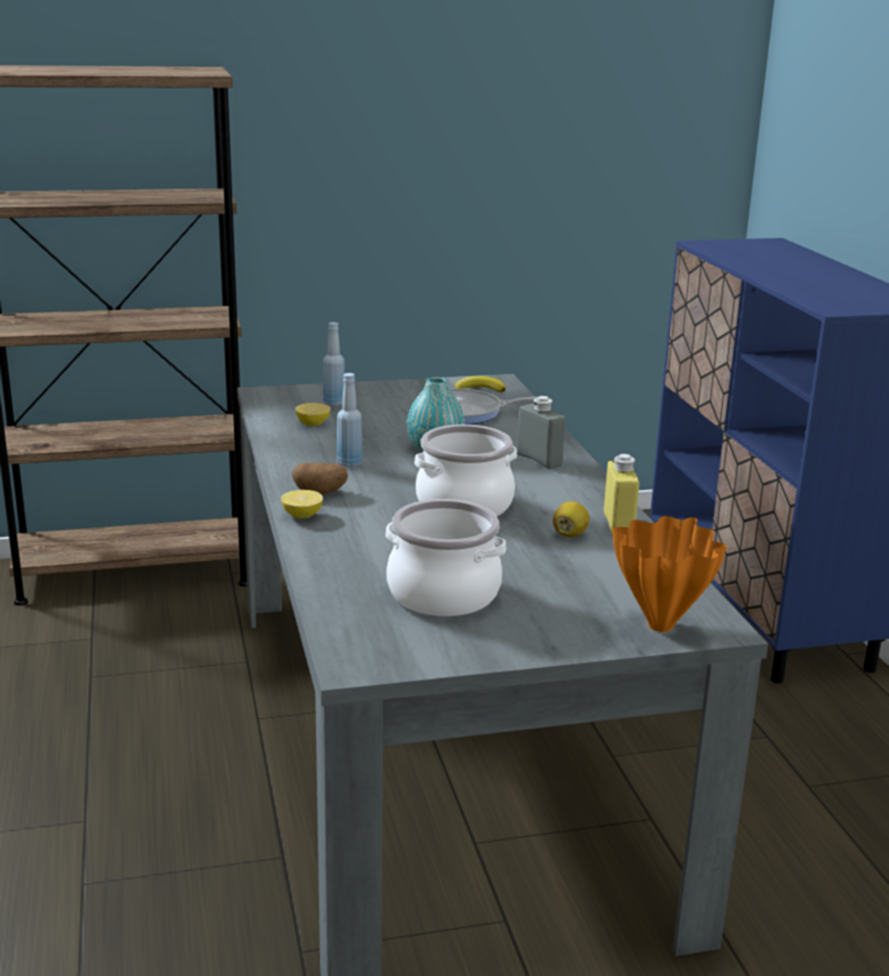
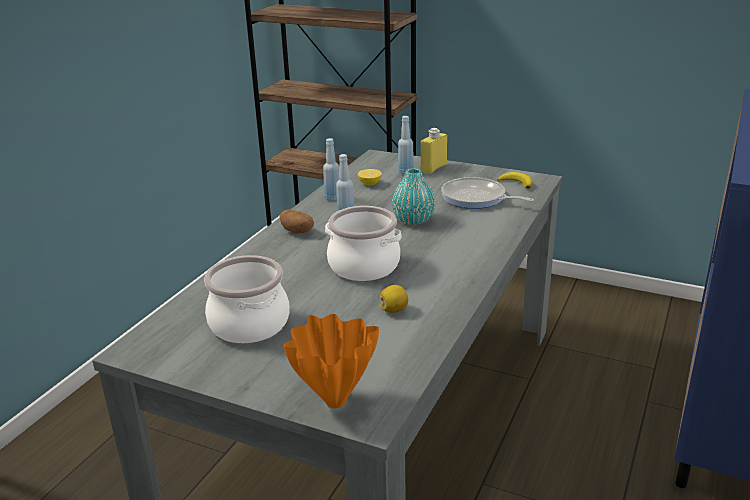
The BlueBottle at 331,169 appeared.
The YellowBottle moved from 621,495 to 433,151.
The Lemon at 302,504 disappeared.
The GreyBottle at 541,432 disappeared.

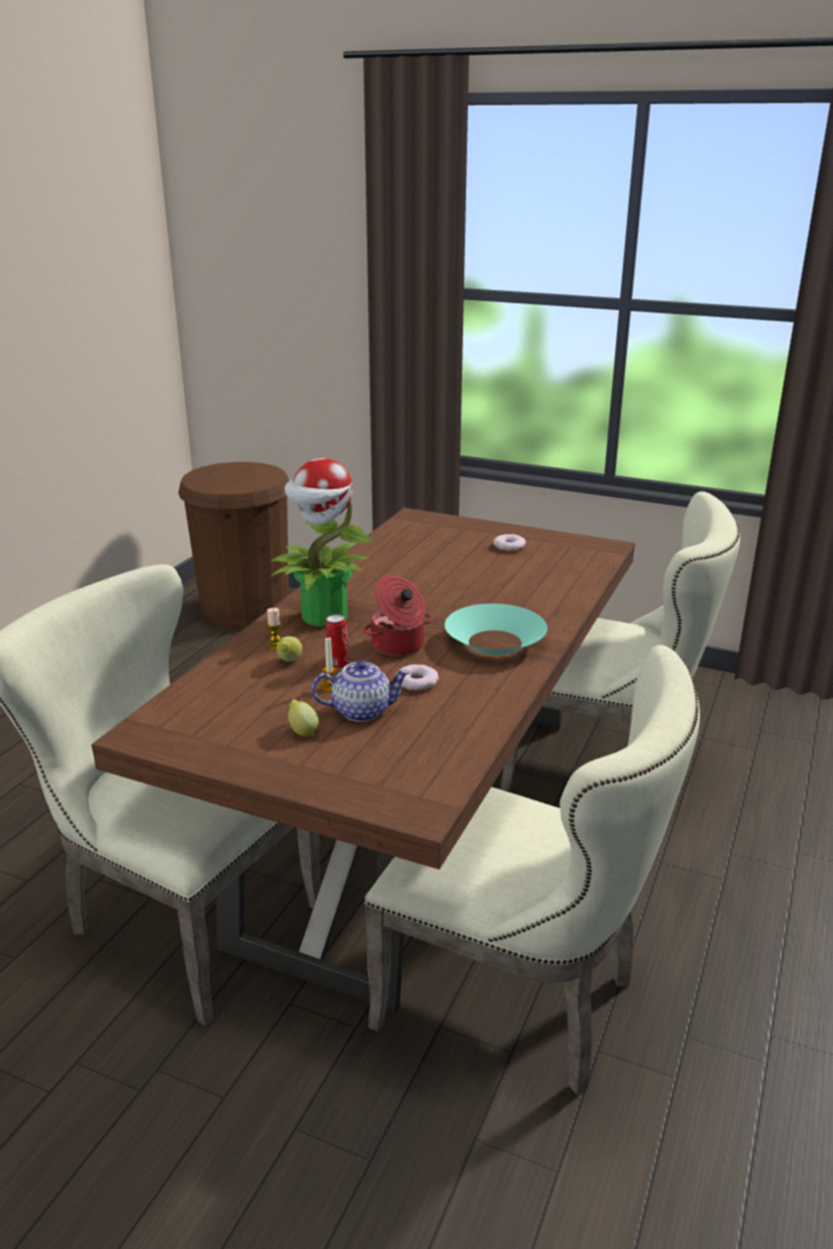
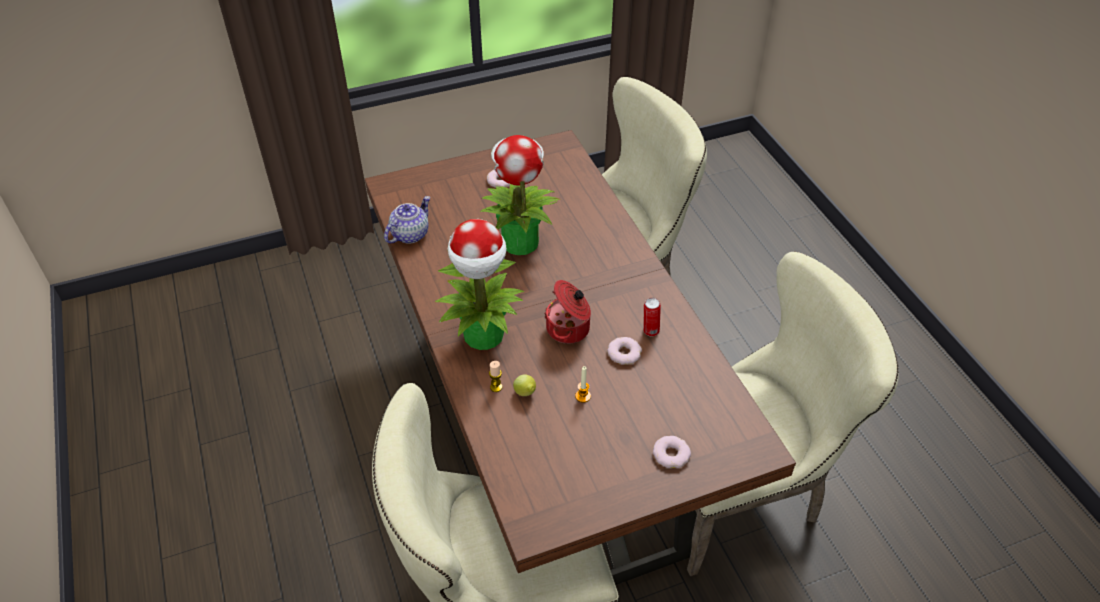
The TeaPot moved from 360,691 to 407,220.
The PottedPlant at 520,195 appeared.
The MetalCan moved from 337,642 to 652,317.
The Donut at 672,452 appeared.
The BrownishWasteBin at 233,546 disappeared.
The Lemon at 303,717 disappeared.
The TurquoiseColouredBowl at 496,629 disappeared.

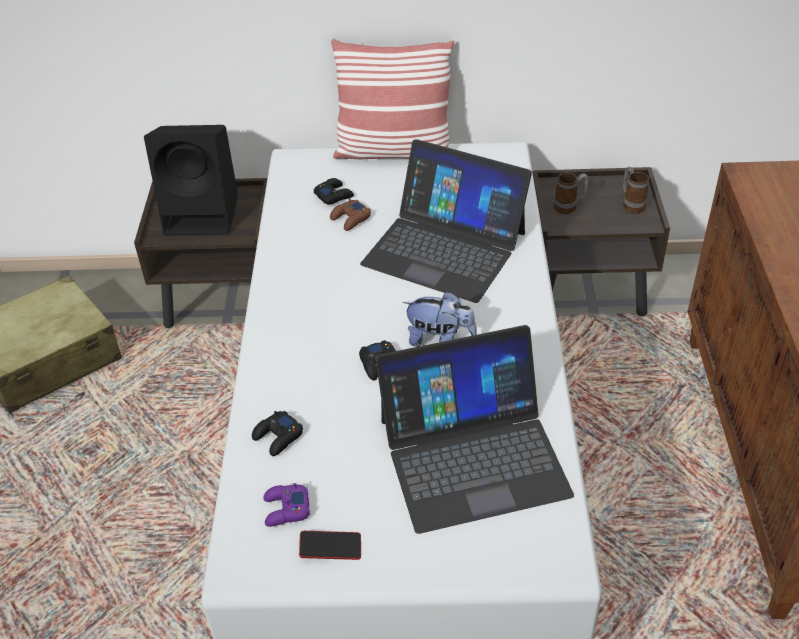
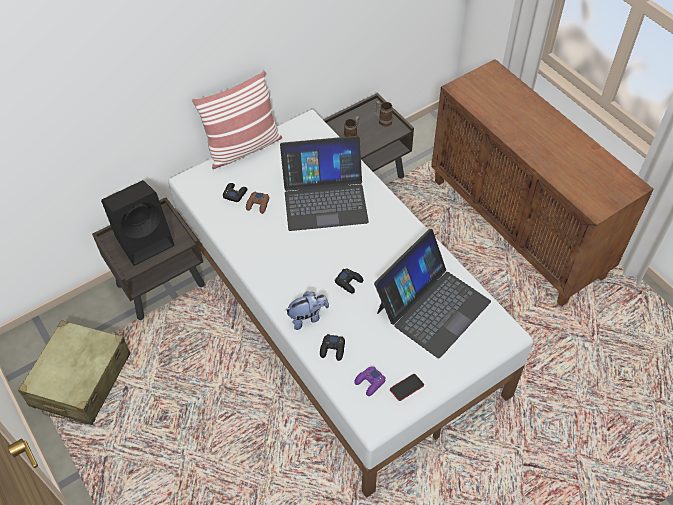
The PlushToy moved from 440,319 to 306,310.

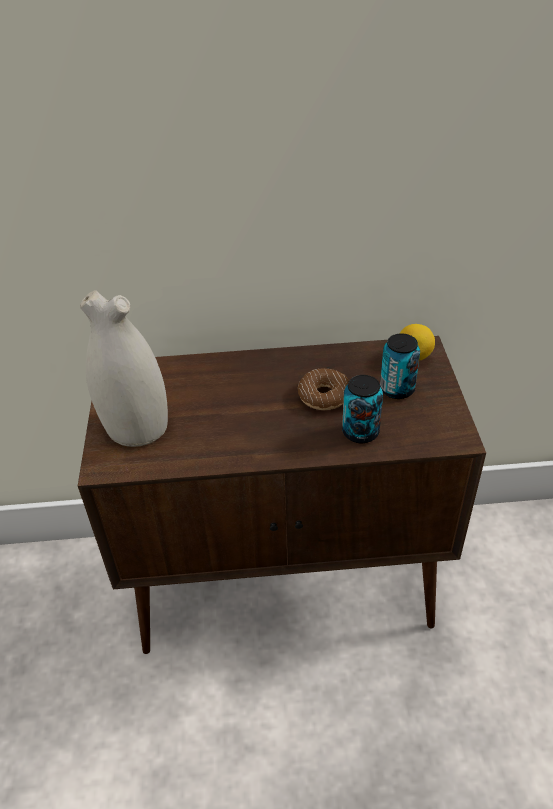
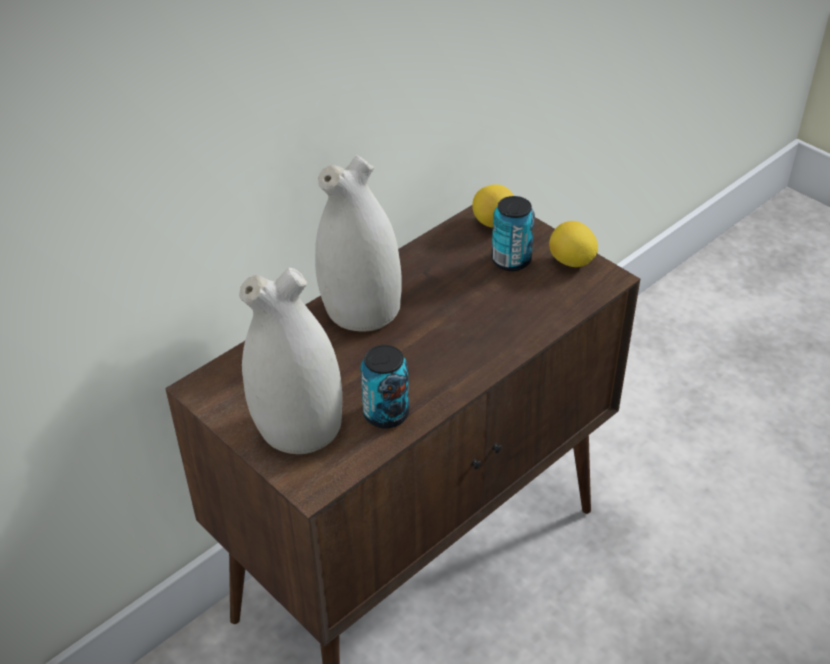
The WhiteColouredDecorativeVase at 358,243 appeared.
The MetalCan moved from 362,409 to 384,387.
The Lemon at 573,244 appeared.
The Donut at 323,389 disappeared.

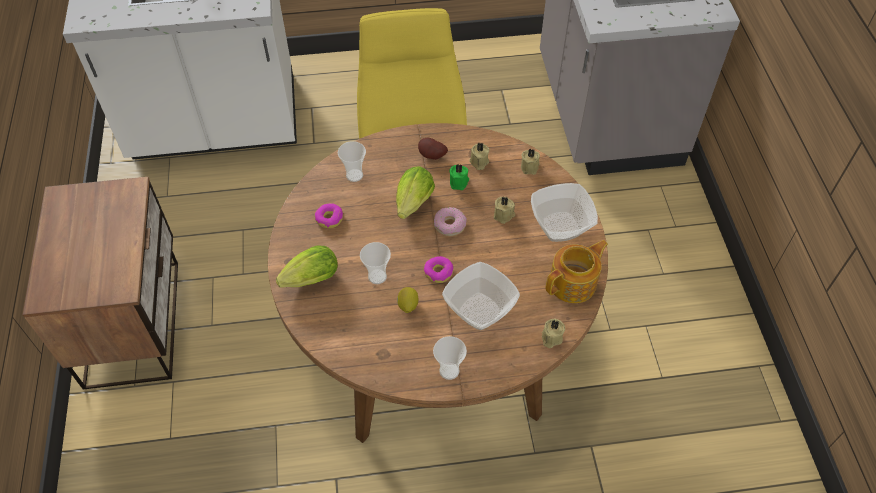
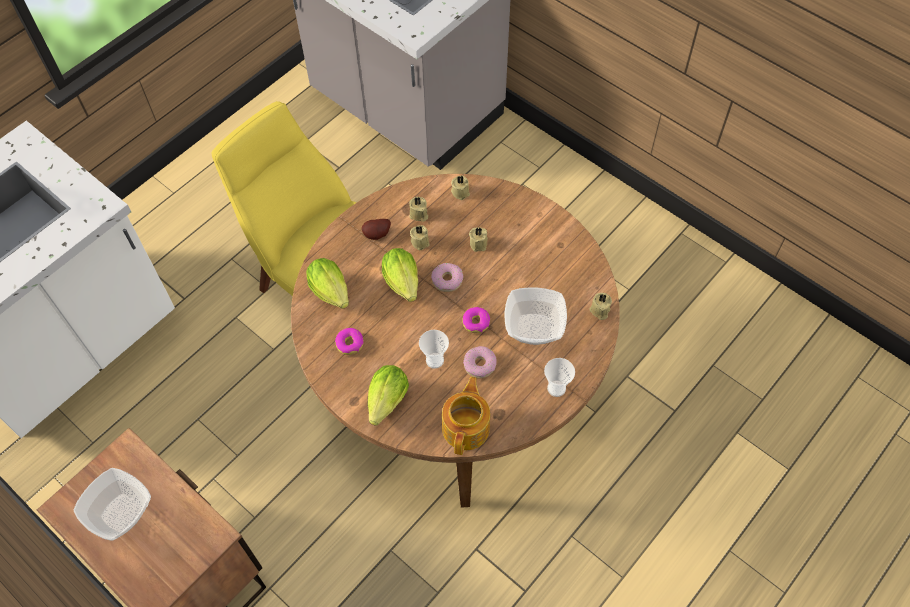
The Bowl moved from 564,212 to 112,504.
The DrinkingCup at 352,161 was replaced by the Lettuce at 327,283.
The GreenColouredWaxLight at 459,177 became the BeigeColouredWaxLight at 420,237.
The TeaPot moved from 577,271 to 466,416.
The Lemon at 407,300 was replaced by the Donut at 480,362.

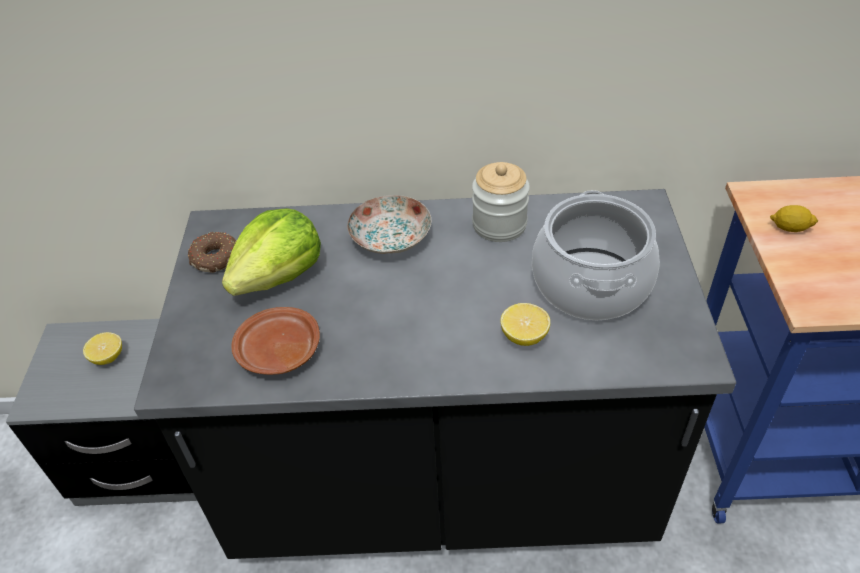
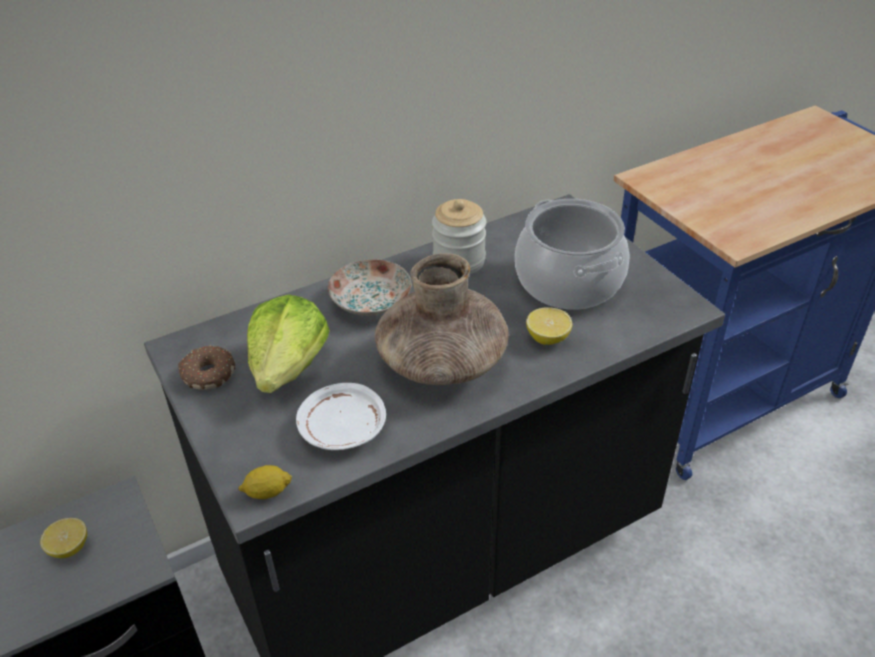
The Lemon moved from 794,218 to 265,482.
The BrownishFlatDish at 276,341 became the WhiteColouredFlatDish at 341,416.
The BrownishDecorativeVase at 441,319 appeared.

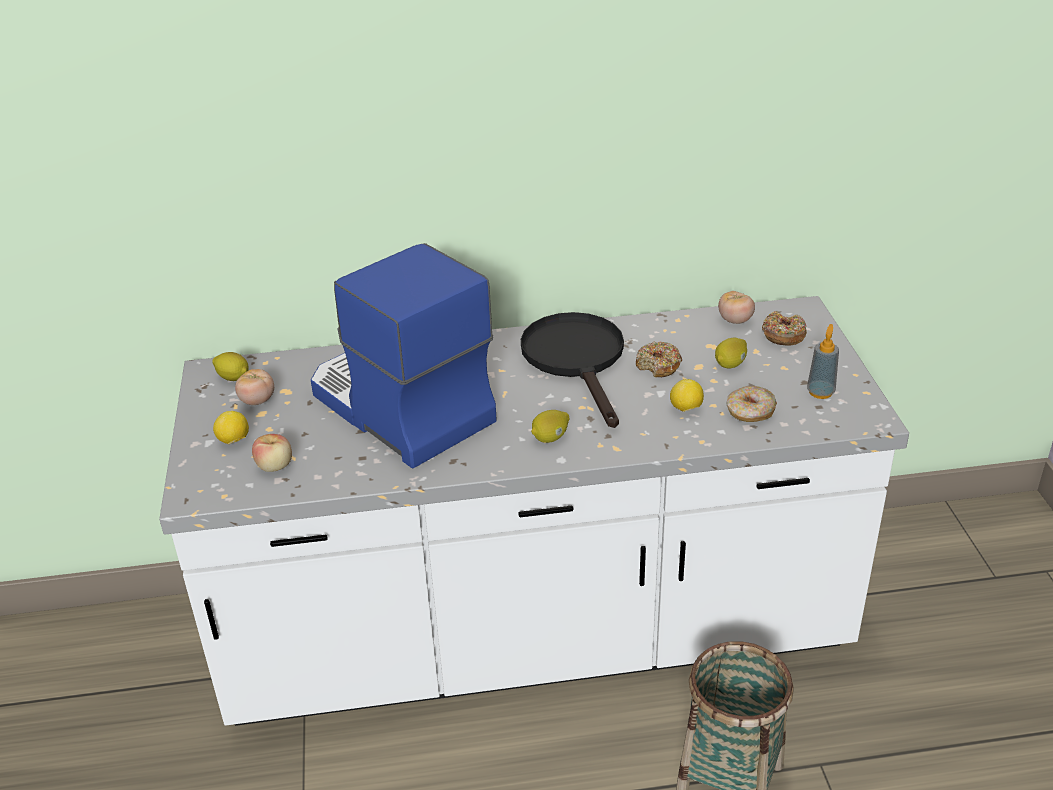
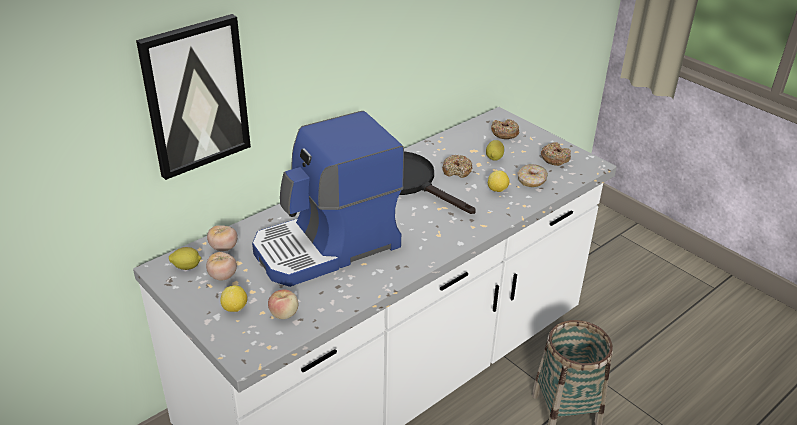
The WallPicture at 193,97 appeared.
The FreshTomato moved from 736,307 to 222,238.
The CoffeeMaker at 404,355 turned 45 degrees counterclockwise.
The SoapDispenser at 823,361 was replaced by the Donut at 556,154.
The Lemon at 550,426 disappeared.

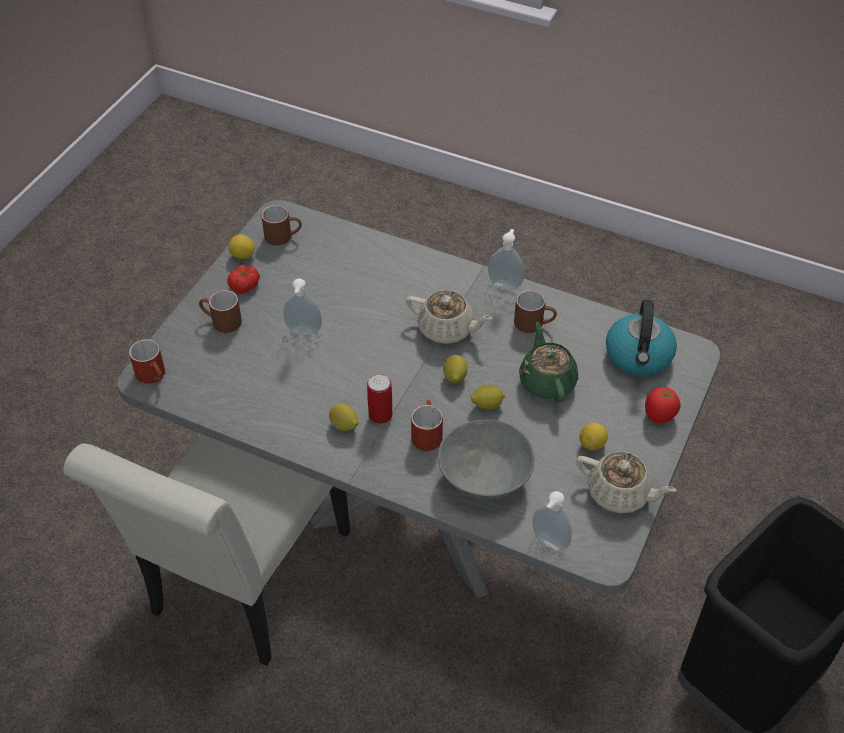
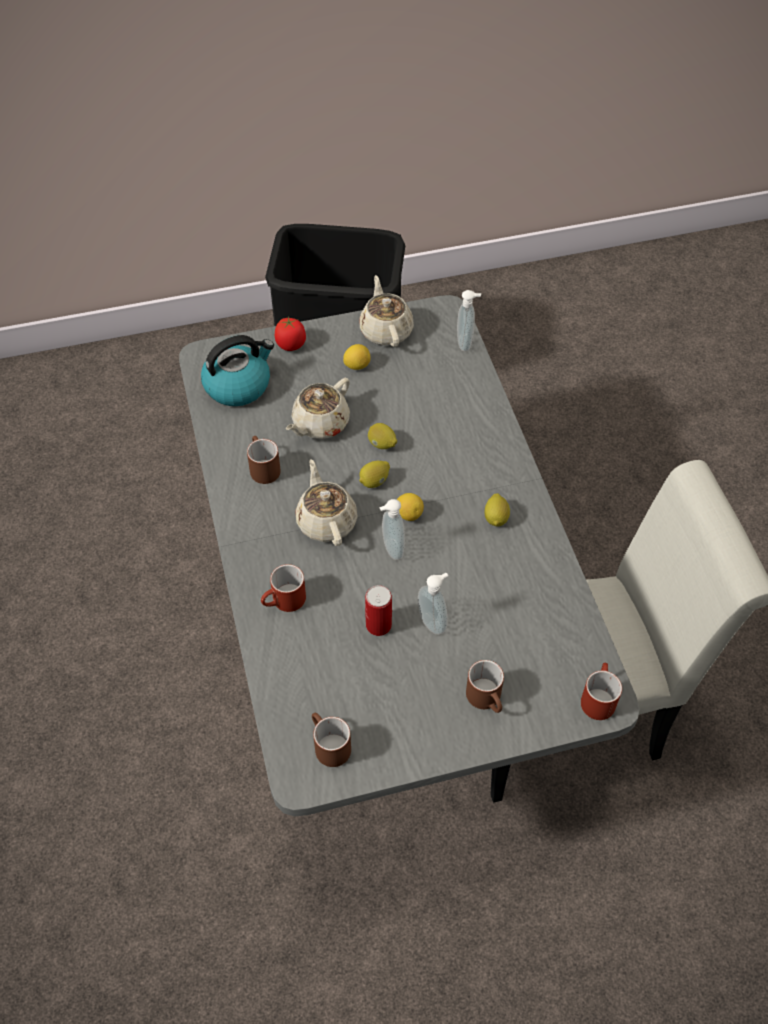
The RedCoffeeMug moved from 427,425 to 283,588.
The GreenColouredTeaPot at 548,362 became the BeigeColouredTeaPot at 318,408.
The MetalCan moved from 379,399 to 378,610.
The SoapDispenser moved from 506,259 to 392,529.
The Lemon moved from 241,247 to 410,507.
The FreshTomato at 243,279 disappeared.
The GreyBowl at 486,459 disappeared.

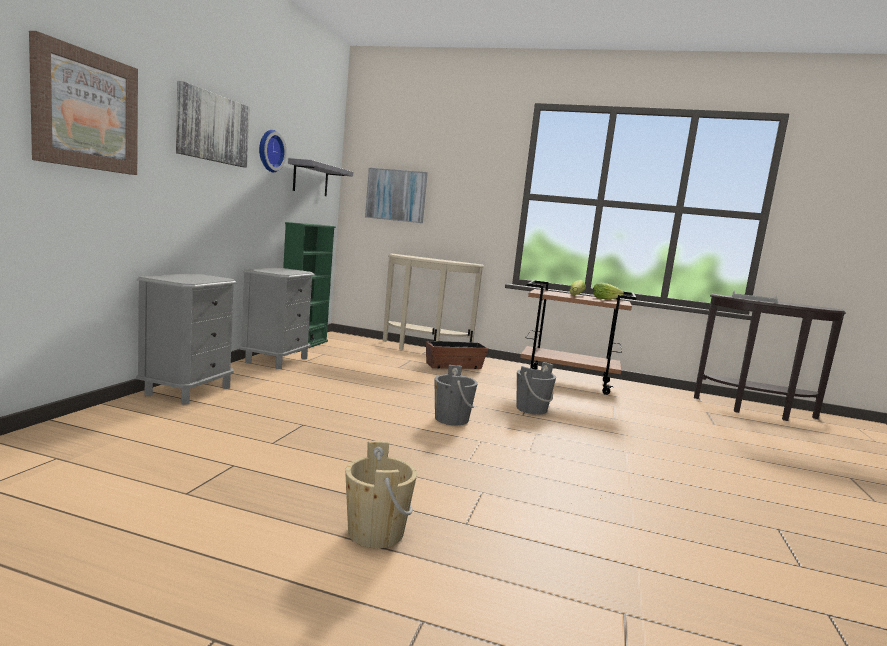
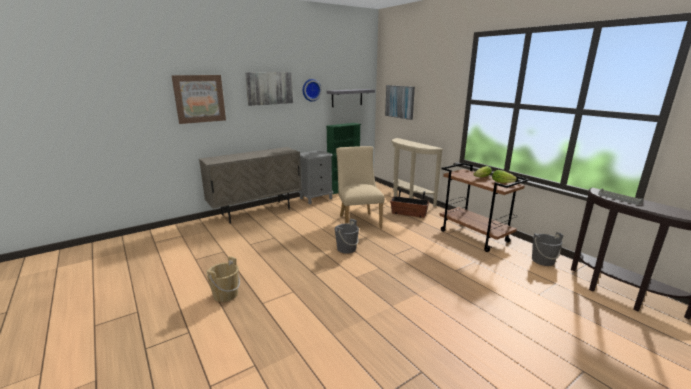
The GreyNightTable at 186,339 was replaced by the BeigeColouredCabinet at 250,185.
The BeigeColouredChair at 360,187 appeared.
The GreyWaterBucket moved from 536,388 to 548,249.

